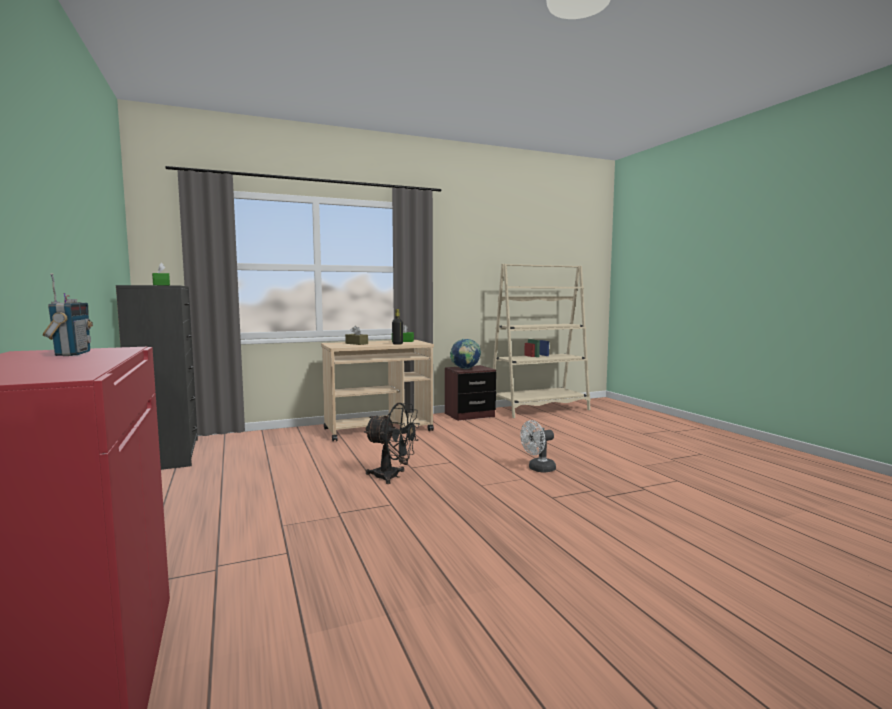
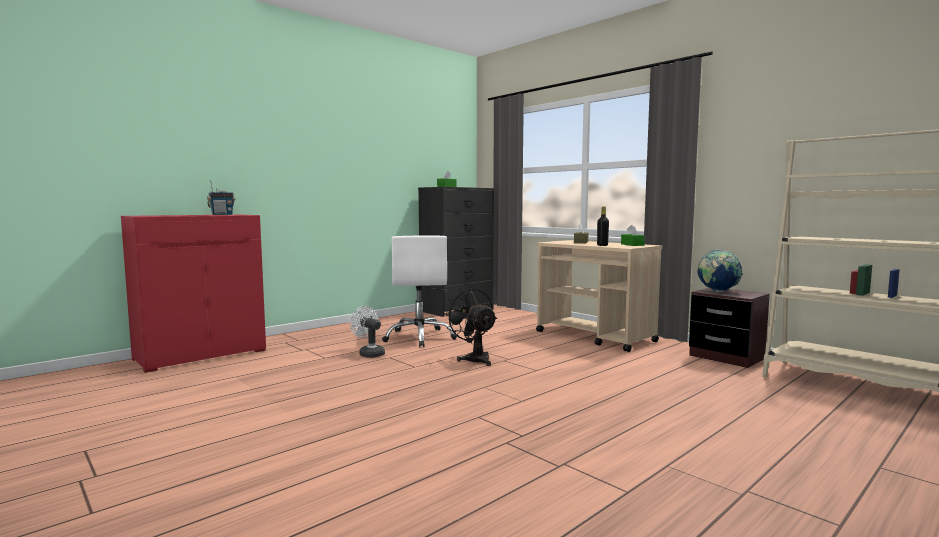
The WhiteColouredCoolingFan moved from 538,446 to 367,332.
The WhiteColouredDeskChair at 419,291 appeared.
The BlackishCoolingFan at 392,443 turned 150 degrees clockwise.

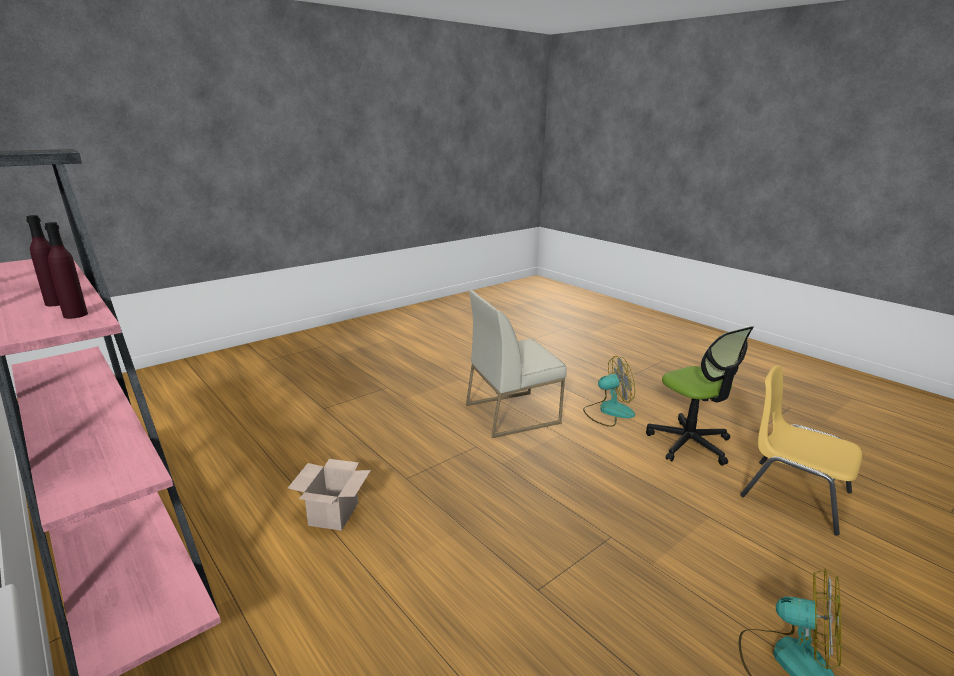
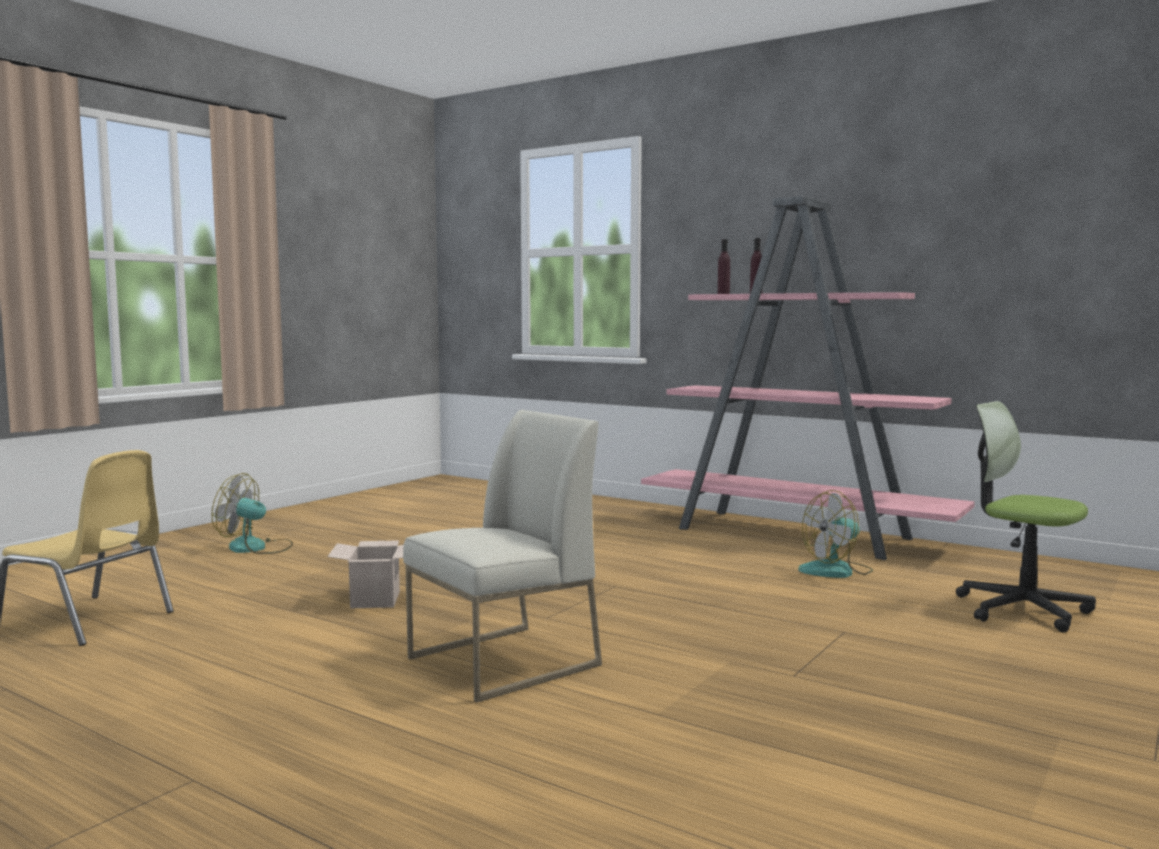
The PackingBox moved from 329,495 to 365,574.
The CoolingFan moved from 609,391 to 835,534.
The DeskChair moved from 700,395 to 1026,517.

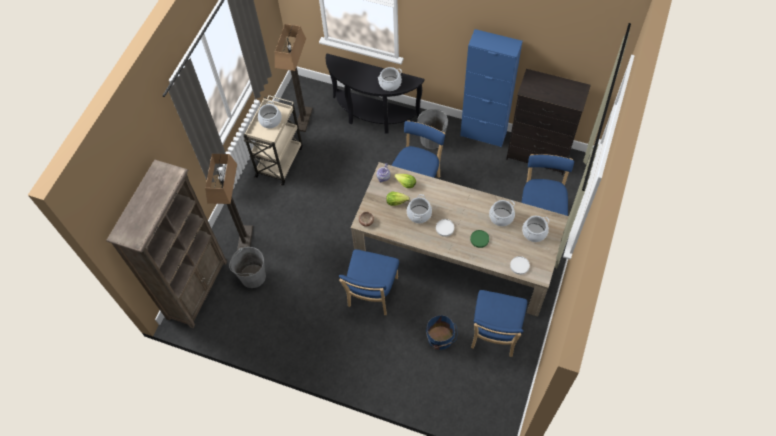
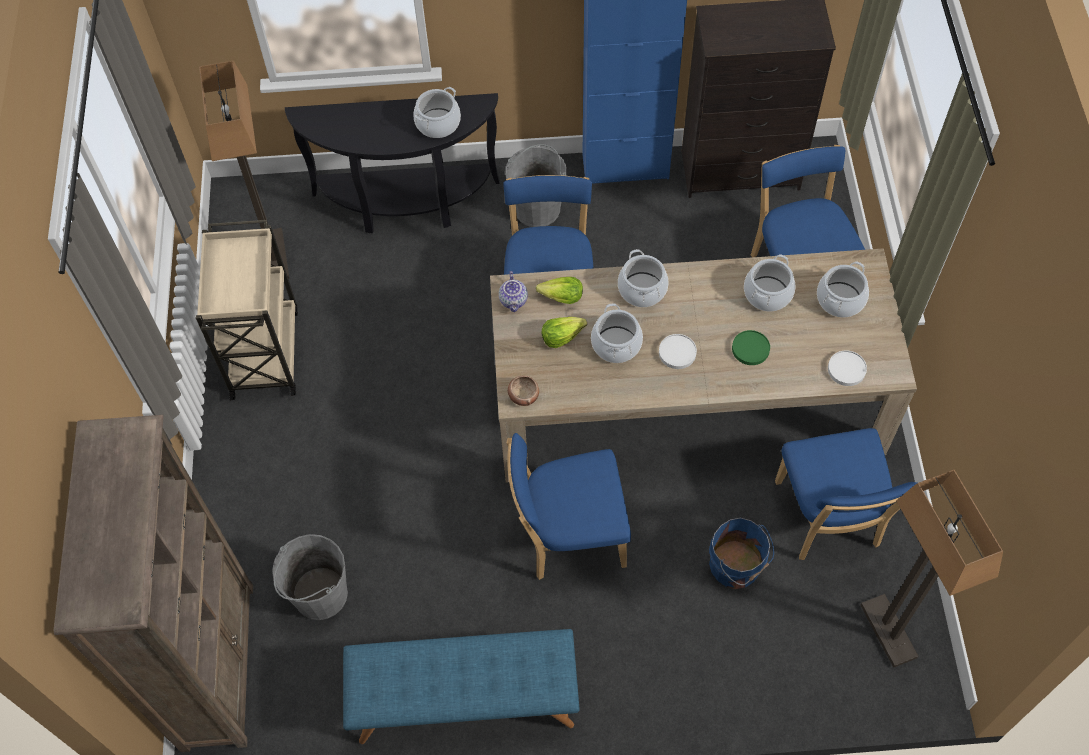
The BlueLongSeat at 461,686 appeared.
The BlueChair at 369,282 turned 90 degrees clockwise.
The Stockpot moved from 270,114 to 643,278.
The StandingLamp moved from 229,202 to 932,569.

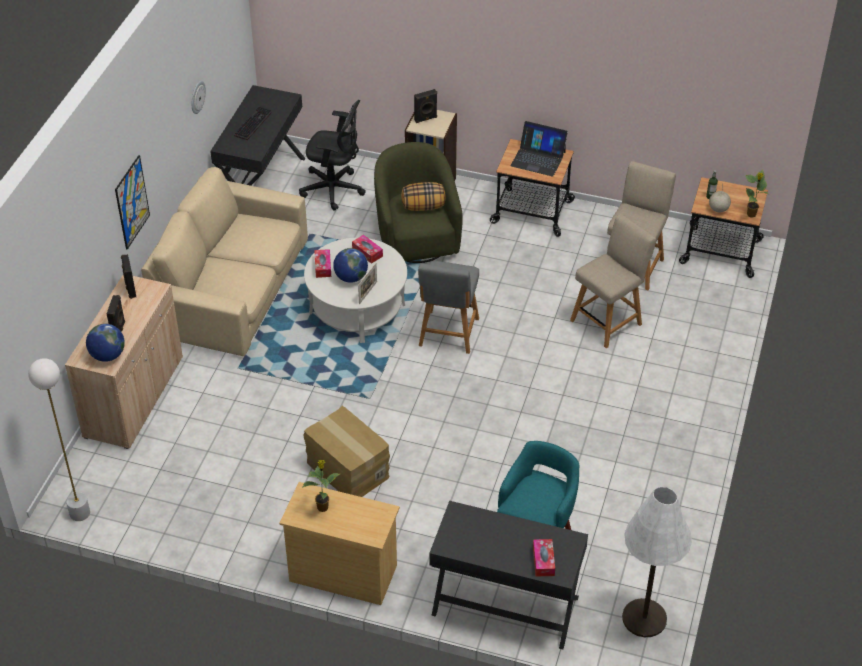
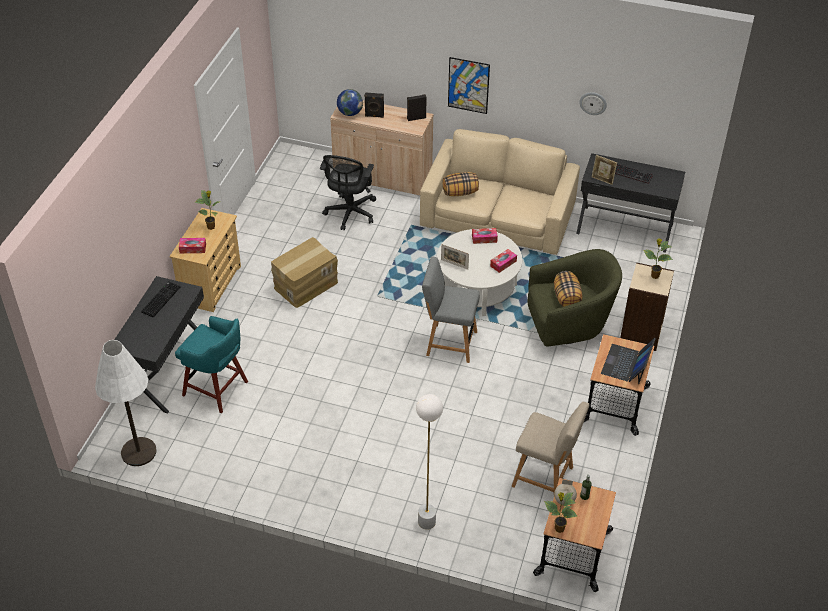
The Keyboard at 160,299 appeared.
The TissueHolder moved from 544,558 to 192,245.
The BlackishDeskChair moved from 332,155 to 348,192.
The WhiteColouredStandingLamp moved from 59,439 to 429,462.
The Pillow at 460,184 appeared.
The PictureFrame at 604,170 appeared.
The BlackishLoudspeaker at 425,106 was replaced by the PottedPlant at 658,258.
The Globe at 350,265 disappeared.
The BeigeColouredChair at 613,281 disappeared.

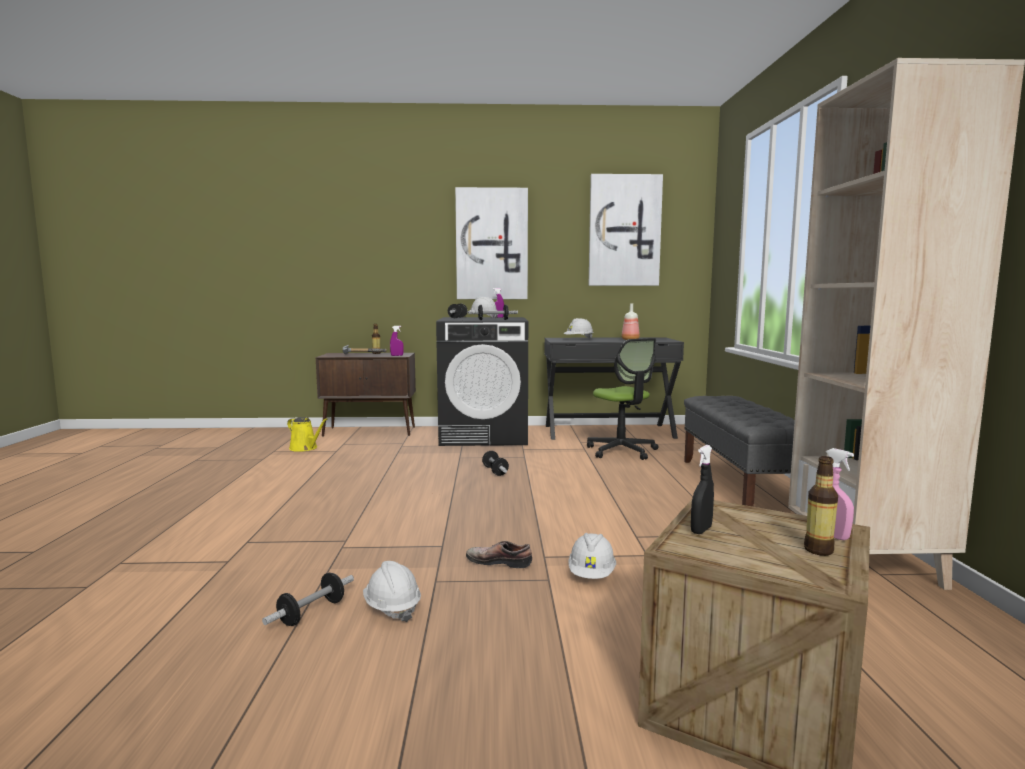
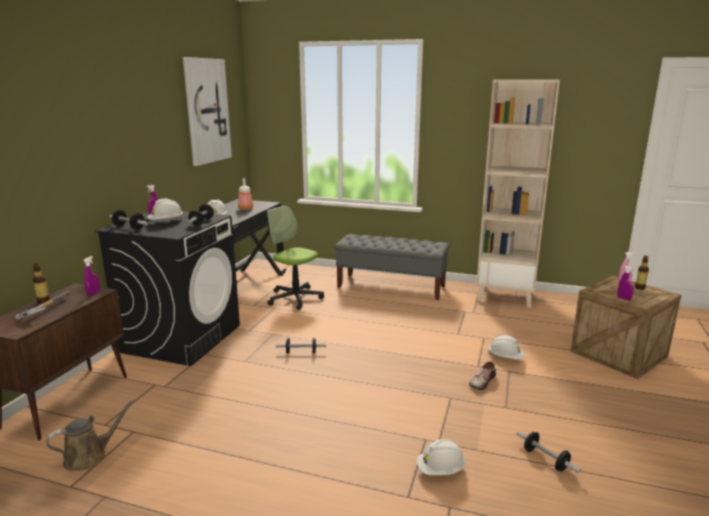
The YellowWateringCan at 307,434 became the BrownishWateringCan at 90,435.
The DeskChair at 622,399 turned 135 degrees counterclockwise.
The WhiteColouredWorkHelmet moved from 392,591 to 441,457.
The BlackishSprayBottle at 702,489 became the PurpleColouredSprayBottle at 626,283.
The WallPicture at 491,243 disappeared.

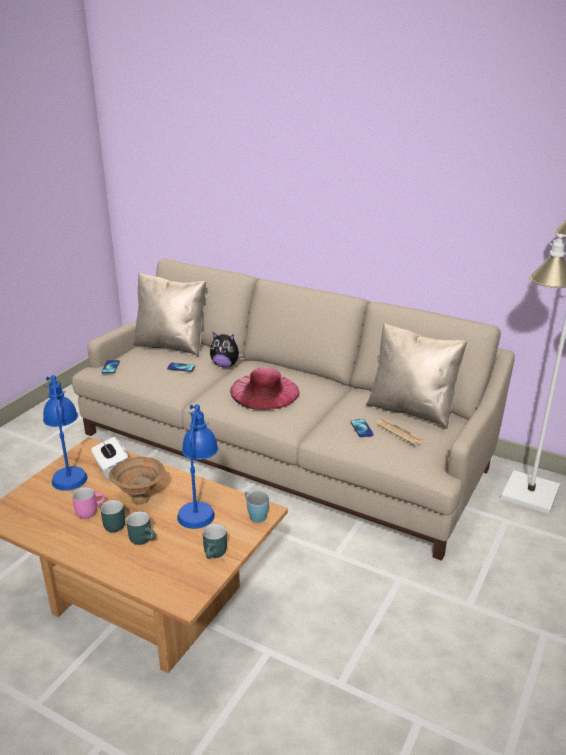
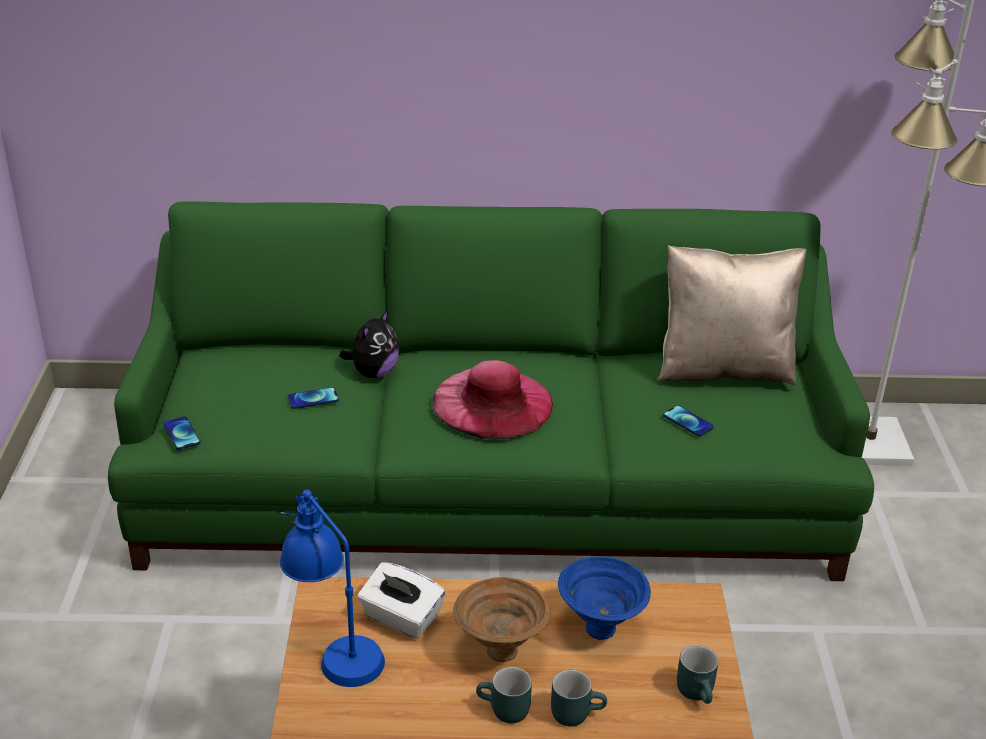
The BeigeColouredSettee at 293,410 became the GreenColouredSettee at 491,391.
The PlushToy at 226,350 turned 45 degrees counterclockwise.
The BlueLampForATable at 197,466 was replaced by the BlueBowl at 604,598.
The PinkColouredCoffeeMug at 88,503 disappeared.
The BeigeColouredPillow at 169,315 disappeared.
The BlueCoffeeMug at 256,507 disappeared.
The DailyPaper at 400,432 disappeared.

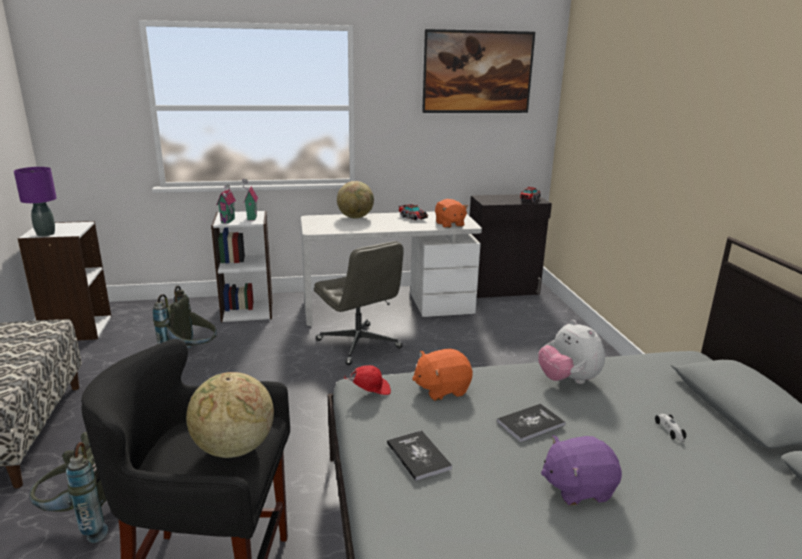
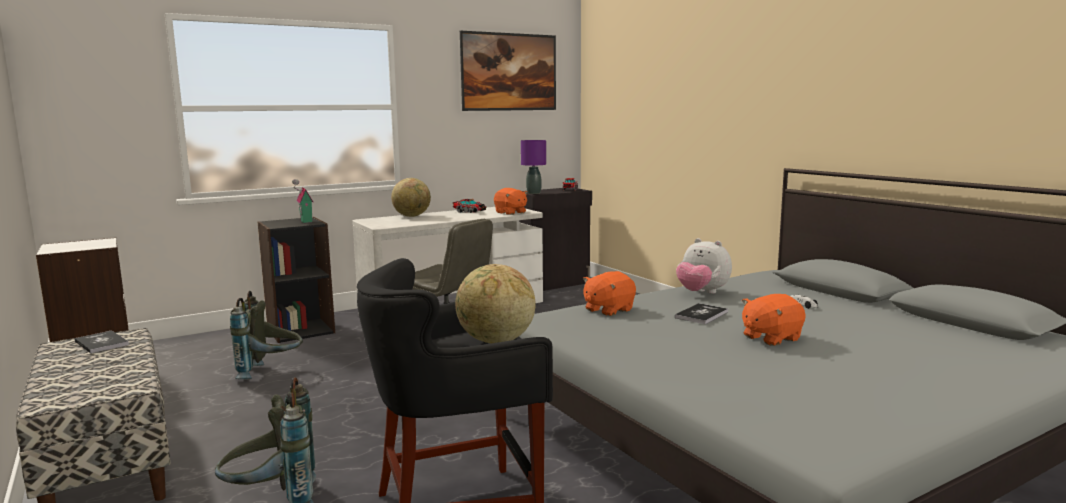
The BoundBook moved from 419,455 to 102,342.
The WhiteColouredShelvingUnit at 242,266 became the BlackishShelvingUnit at 296,280.
The PurpleColouredLampForATable moved from 35,201 to 533,167.
The PurpleColouredPlushToy at 581,470 became the OrangePlushToy at 774,320.
The ToyHouse at 226,204 disappeared.
The RedPeakedCap at 367,380 disappeared.

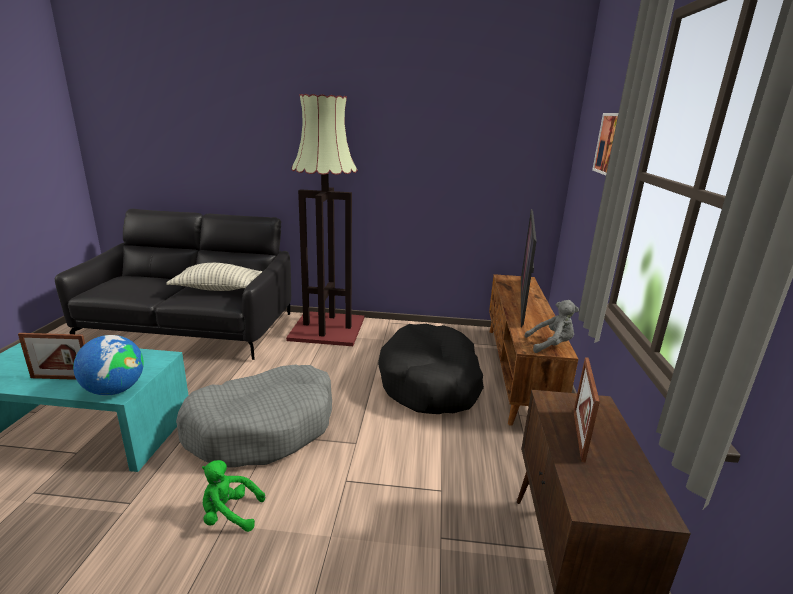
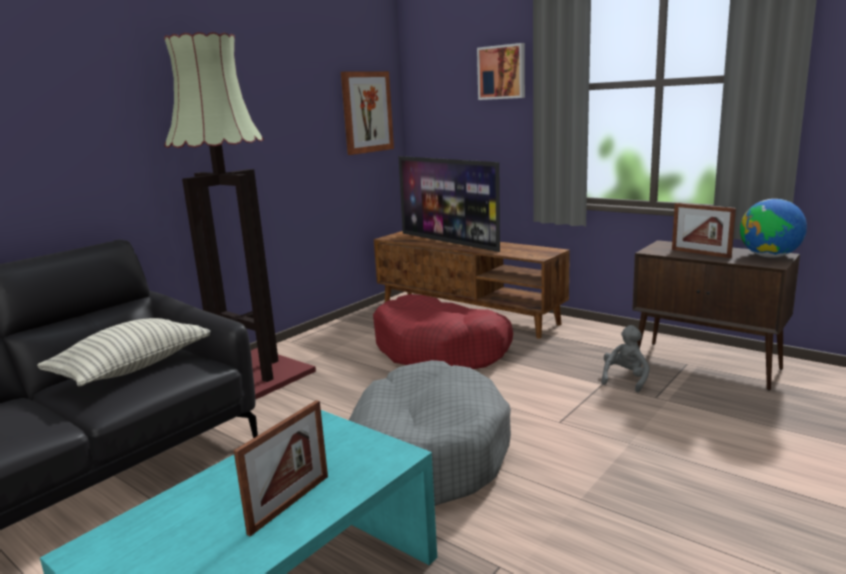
The WallPicture at 367,113 appeared.
The BlackishPetBed at 431,369 became the RedPetBed at 443,331.
The GreyPlushToy moved from 551,326 to 625,358.
The Globe moved from 108,365 to 773,228.
The GreenColouredPlushToy at 233,496 disappeared.

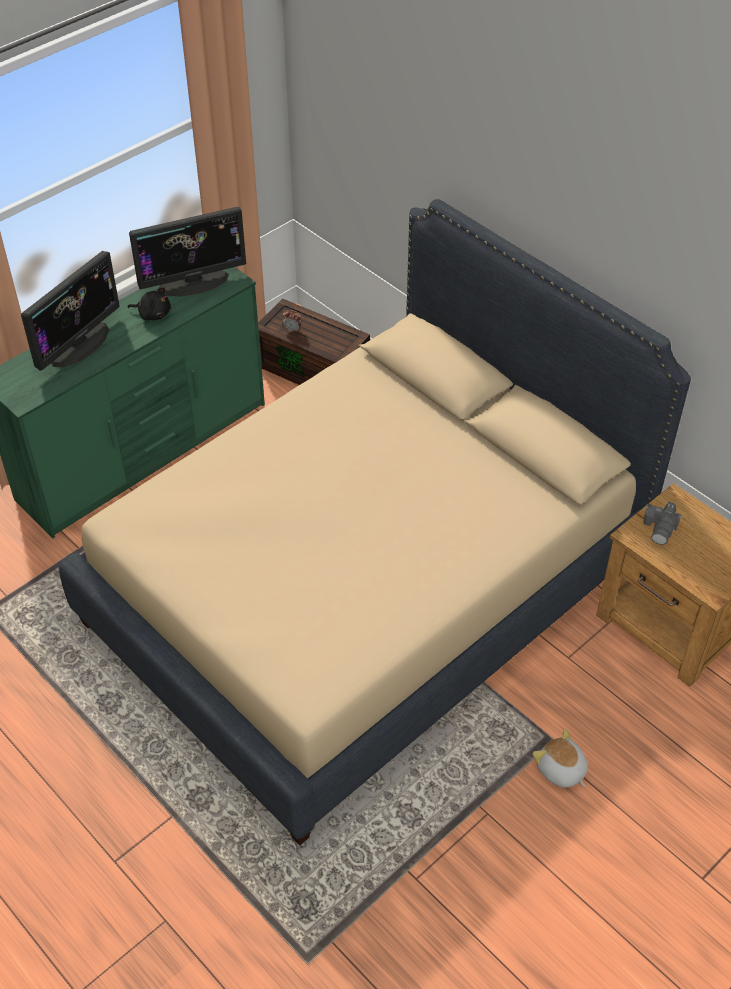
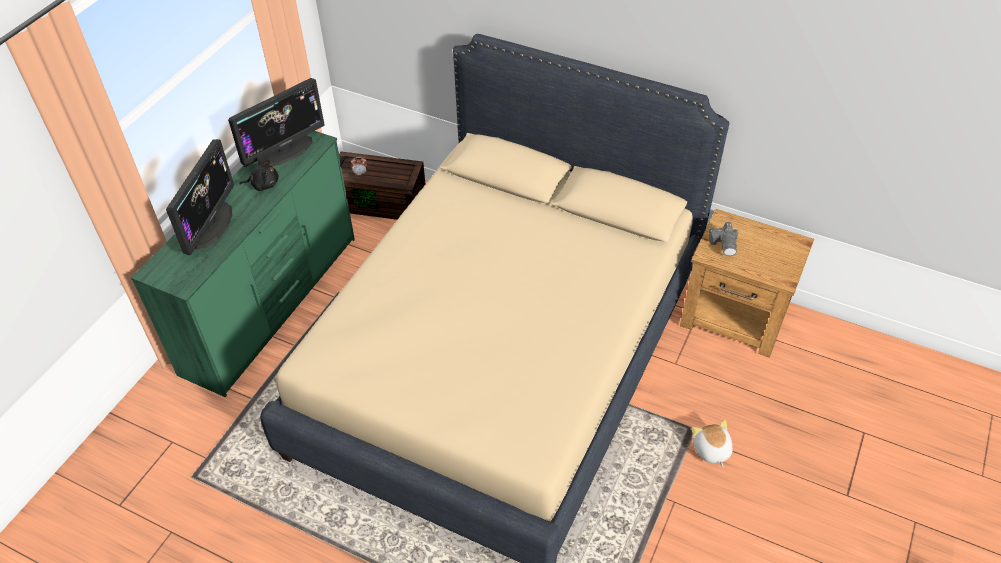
The PlushToy at 560,758 turned 45 degrees clockwise.

